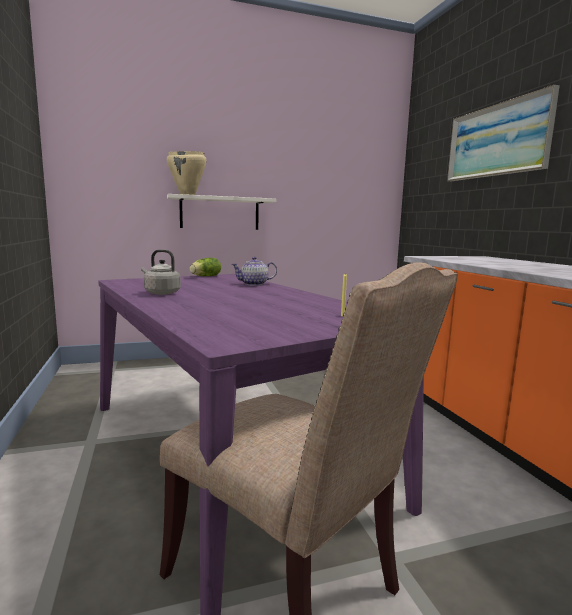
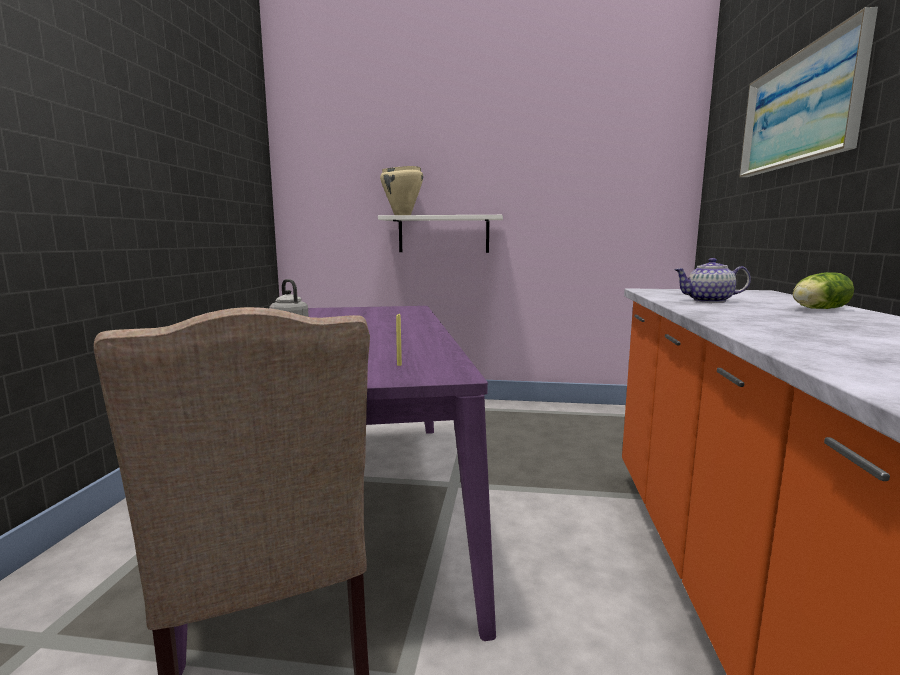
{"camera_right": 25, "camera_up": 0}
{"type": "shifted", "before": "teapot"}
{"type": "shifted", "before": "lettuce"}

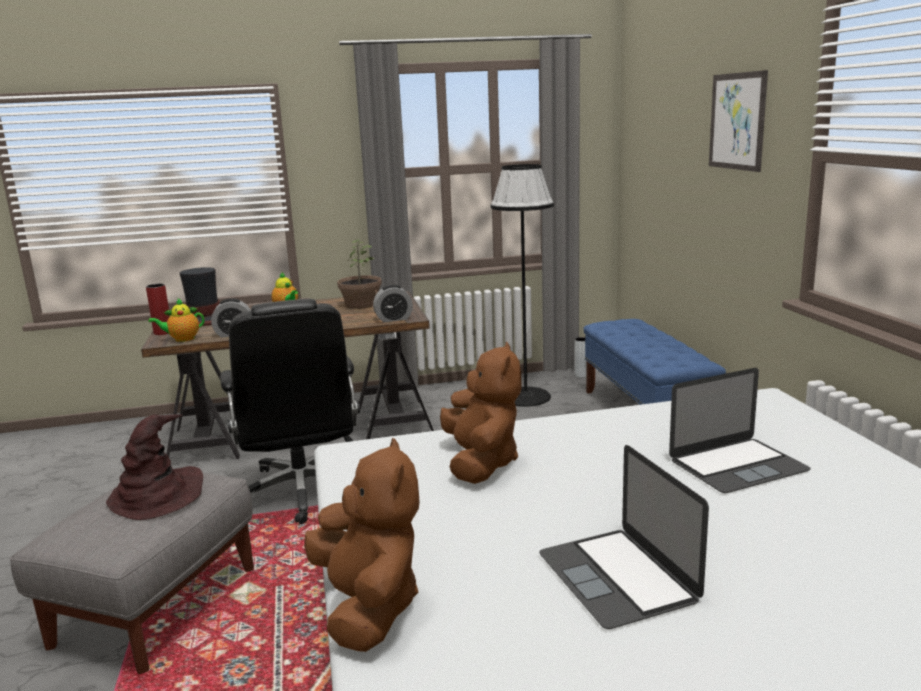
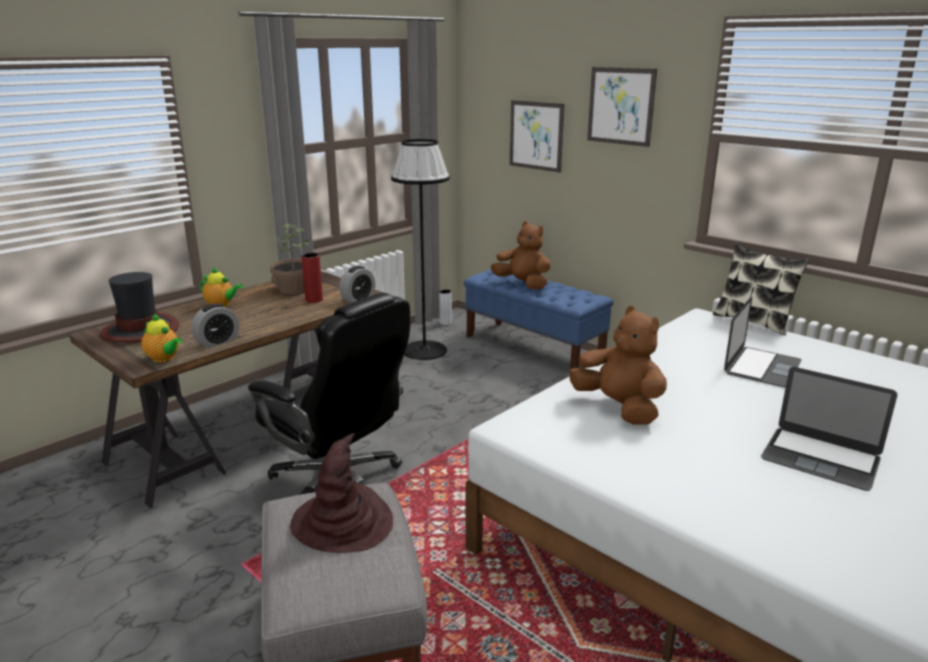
{"camera_right": -35, "camera_up": 5}
{"type": "rotated", "before": "teapot (no. 1 from left)", "turn": -90}
{"type": "shifted", "before": "vase (red)"}
{"type": "shifted", "before": "plush toy (brown) (no. 1 from left)"}
{"type": "new", "after": "picture (no. 1 from left)"}
{"type": "new", "after": "pillow"}

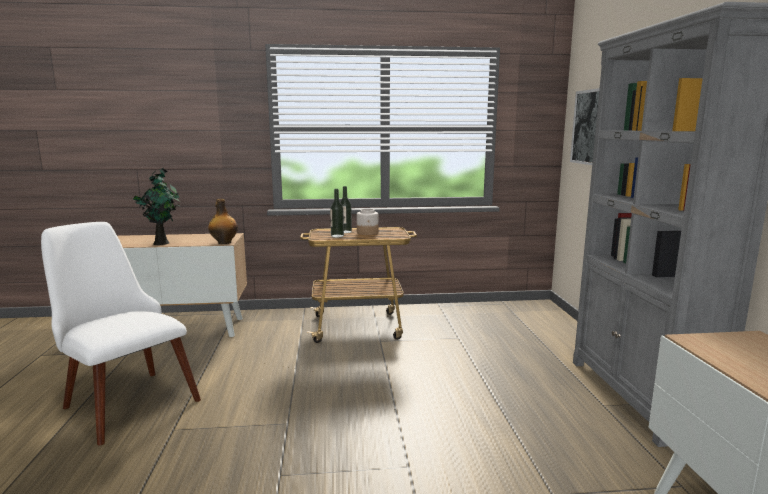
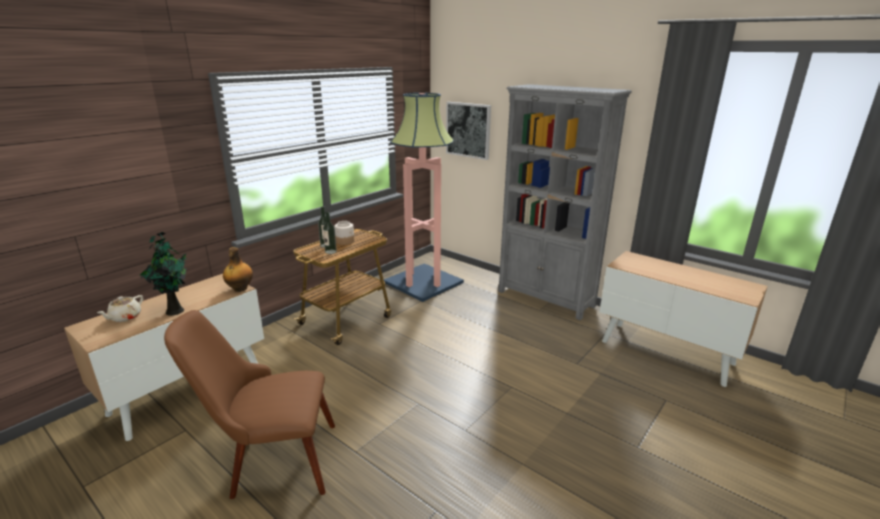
{"camera_right": -45, "camera_up": 10}
{"type": "new", "after": "teapot (beige)"}
{"type": "repainted", "before": "chair (white)", "after": "chair (brown)"}
{"type": "new", "after": "floor lamp"}

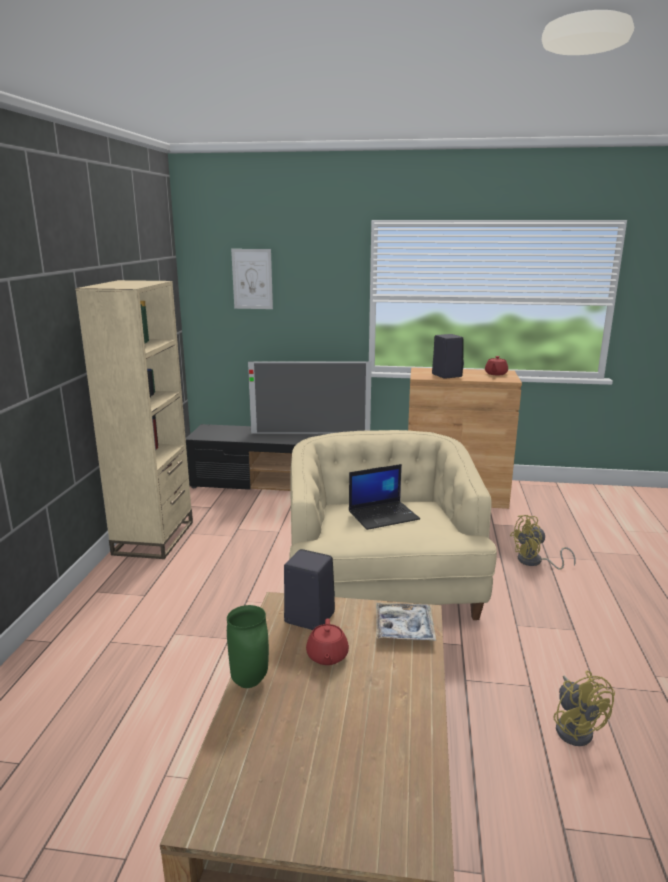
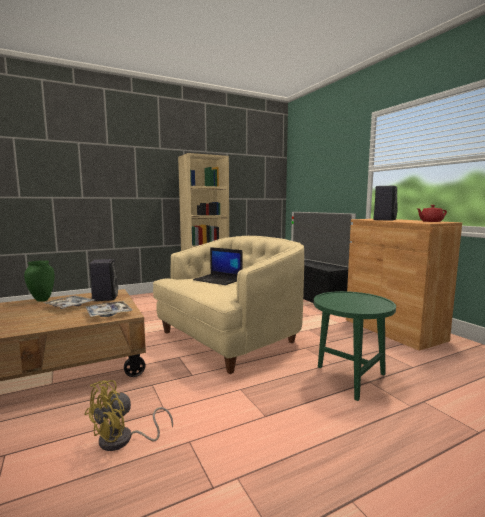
{"camera_right": 55, "camera_up": -10}
{"type": "swapped", "before": "teapot (red) (no. 1 from left)", "after": "tray (no. 1 from left)"}
{"type": "swapped", "before": "fan (yellow) (no. 1 from left)", "after": "side table (green)"}
{"type": "gone", "before": "picture"}

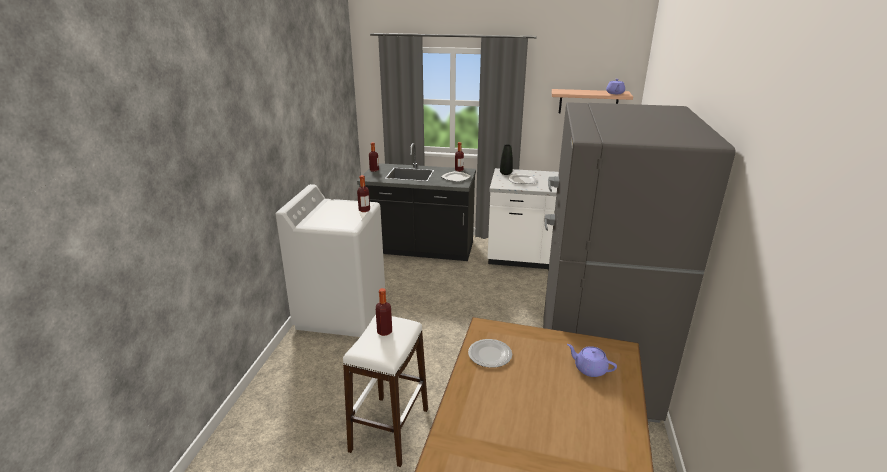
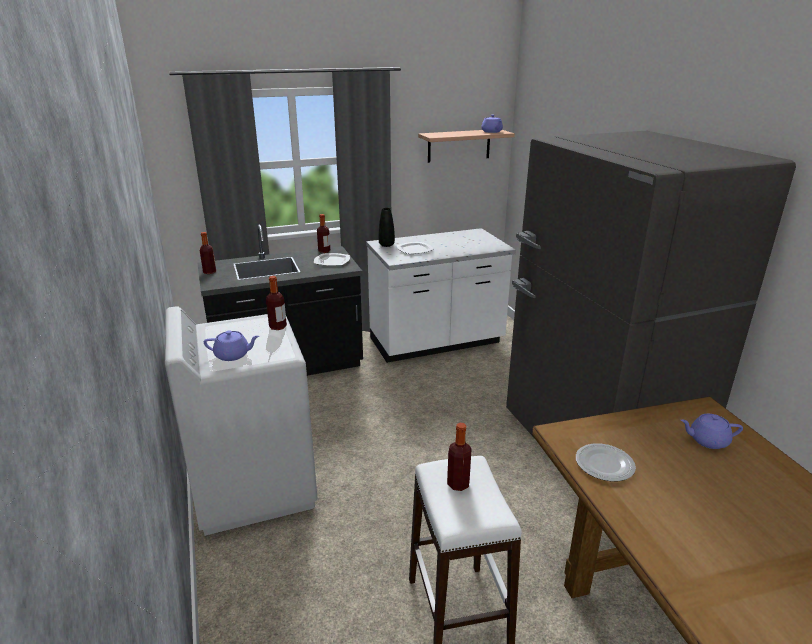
{"camera_right": -30, "camera_up": 0}
{"type": "new", "after": "teapot (purple) (no. 1 from left)"}

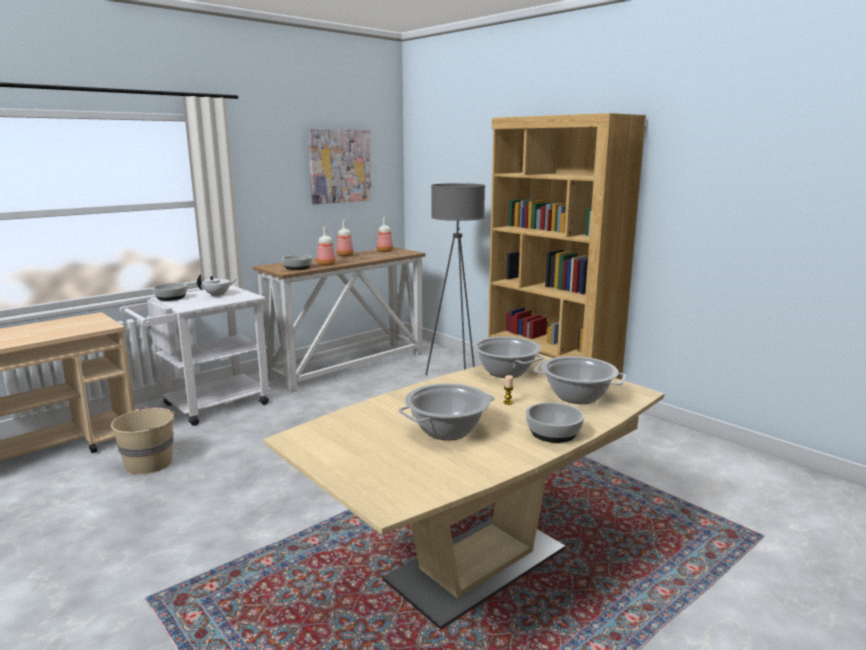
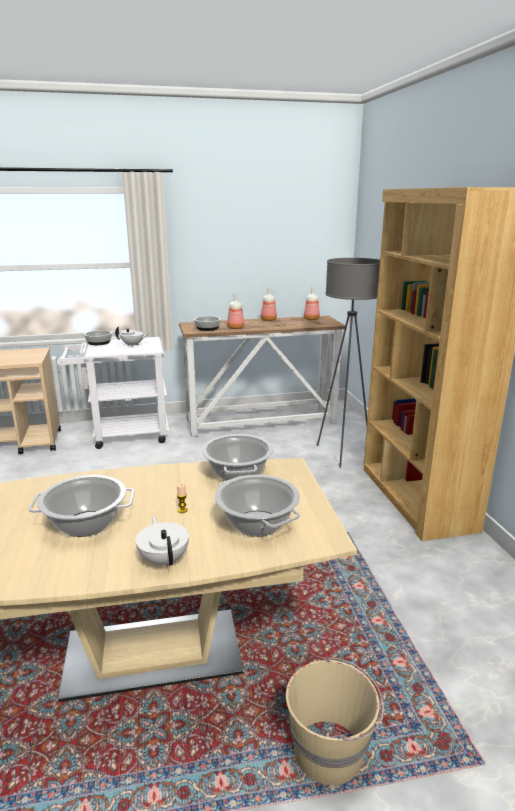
{"camera_right": 30, "camera_up": 5}
{"type": "swapped", "before": "bowl (no. 3 from left)", "after": "teapot (white) (no. 2 from left)"}
{"type": "shifted", "before": "bucket (beige)"}
{"type": "gone", "before": "picture"}

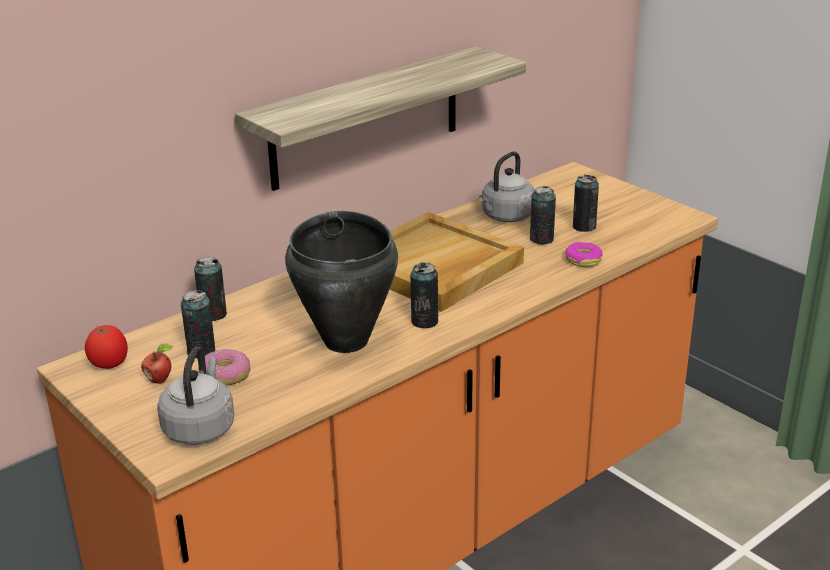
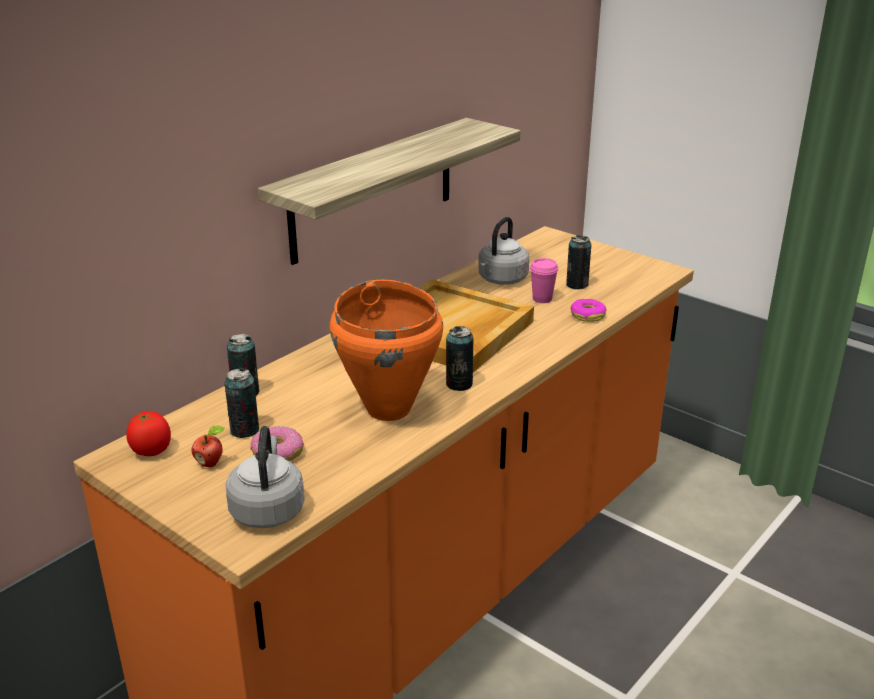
{"camera_right": -10, "camera_up": 0}
{"type": "repainted", "before": "cooking pot (black)", "after": "cooking pot (orange)"}
{"type": "swapped", "before": "can (no. 4 from left)", "after": "cup (pink)"}

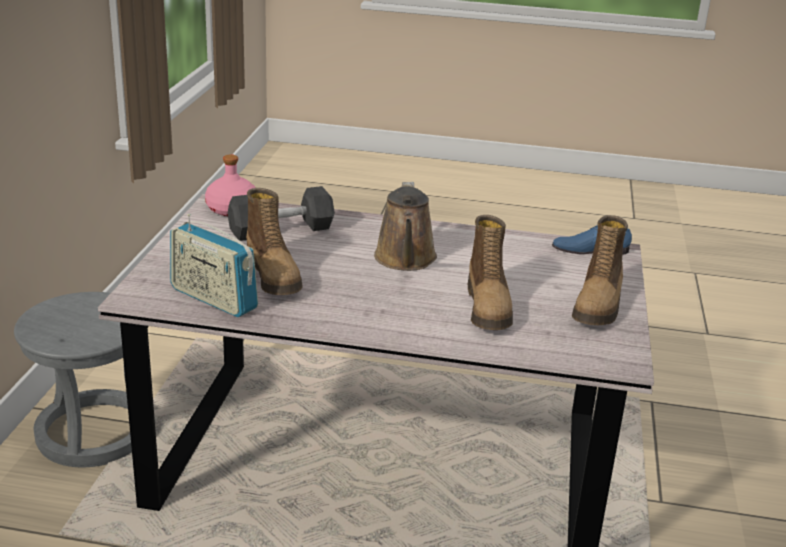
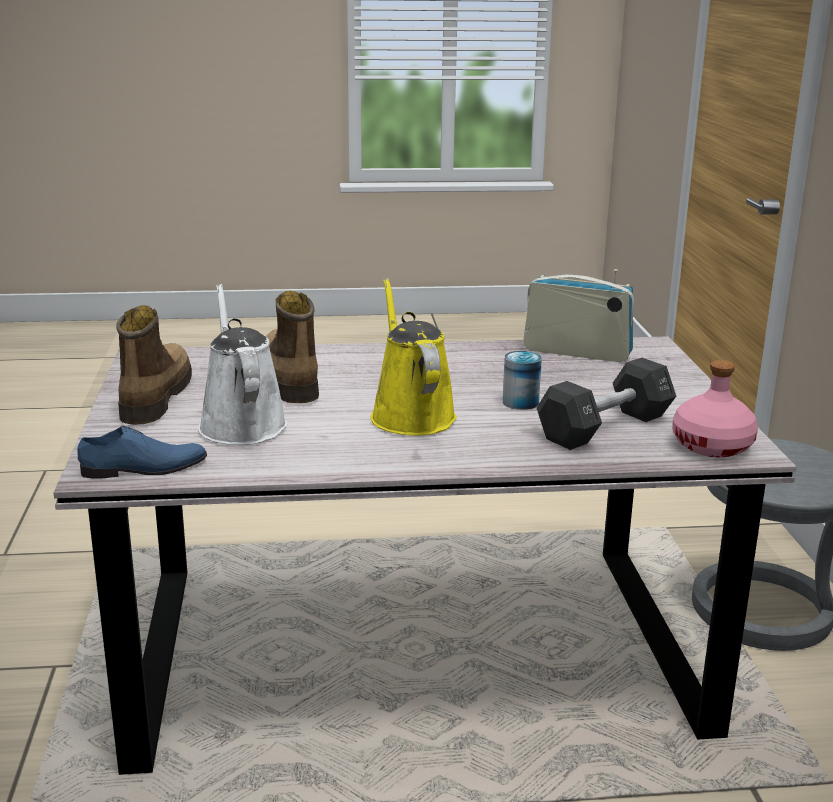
{"camera_right": 165, "camera_up": -5}
{"type": "new", "after": "watering can (white)"}
{"type": "repainted", "before": "watering can (brown)", "after": "watering can (yellow)"}
{"type": "new", "after": "can"}
{"type": "gone", "before": "boot (no. 1 from left)"}

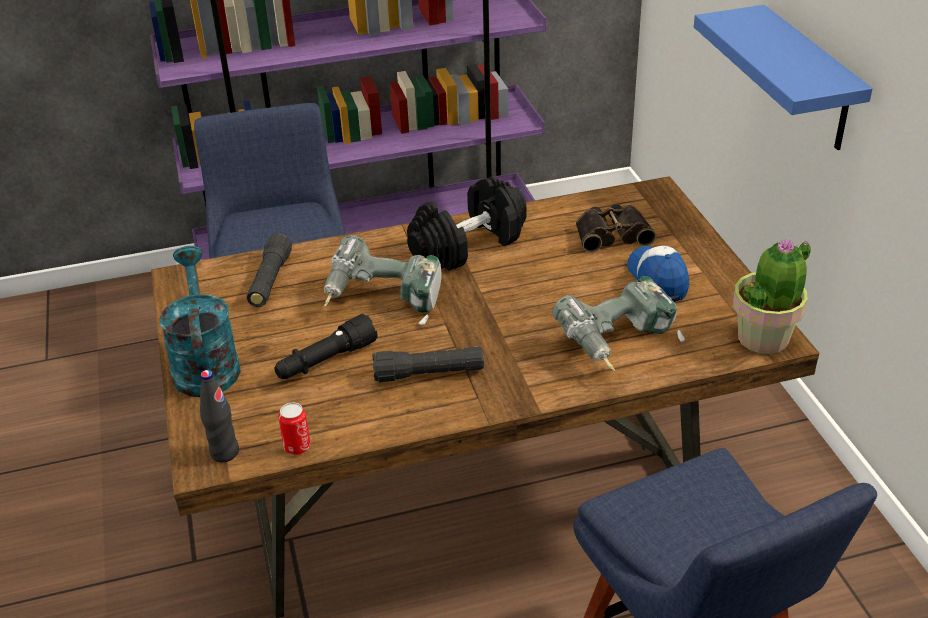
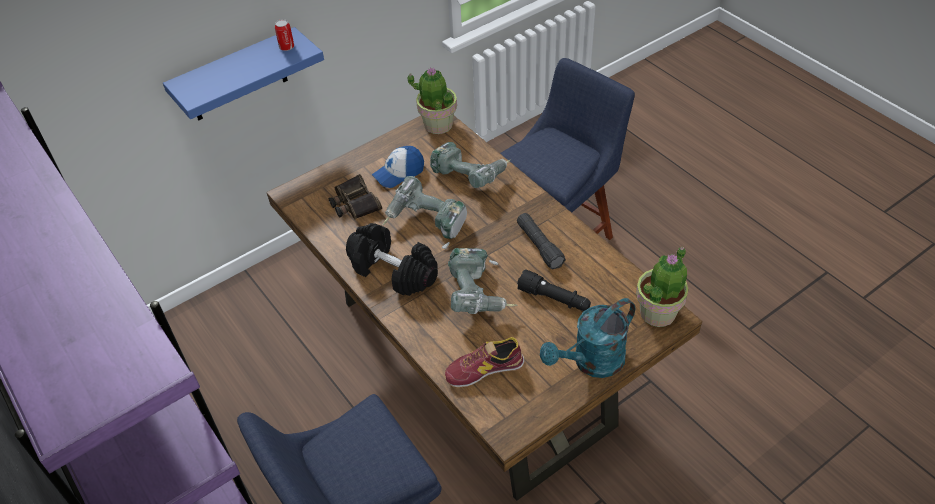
{"camera_right": -110, "camera_up": 10}
{"type": "shifted", "before": "can"}
{"type": "new", "after": "power drill (no. 1 from left)"}
{"type": "swapped", "before": "flashlight (black) (no. 1 from left)", "after": "shoe"}
{"type": "swapped", "before": "bottle (black)", "after": "potted plant (no. 2 from left)"}

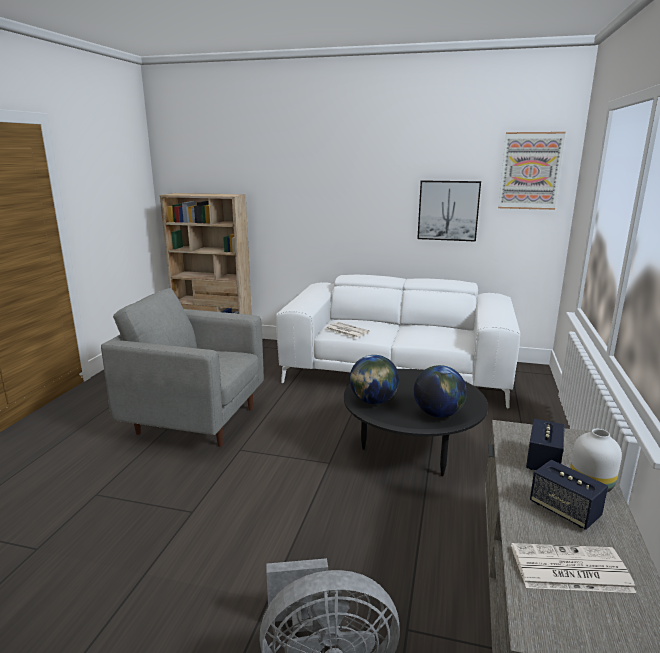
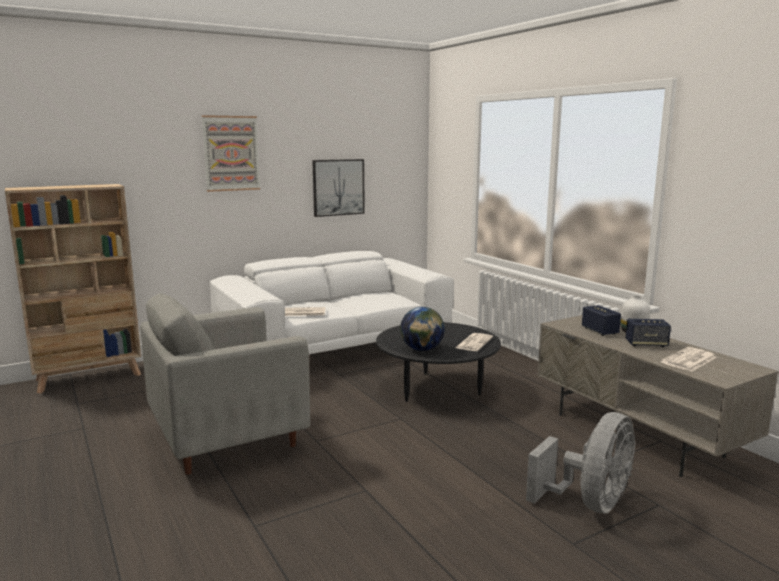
{"camera_right": -45, "camera_up": -5}
{"type": "shifted", "before": "picture (no. 2 from left in the first image)", "after": "picture (no. 1 from left)"}
{"type": "swapped", "before": "globe (no. 2 from left)", "after": "newspaper (no. 2 from left)"}

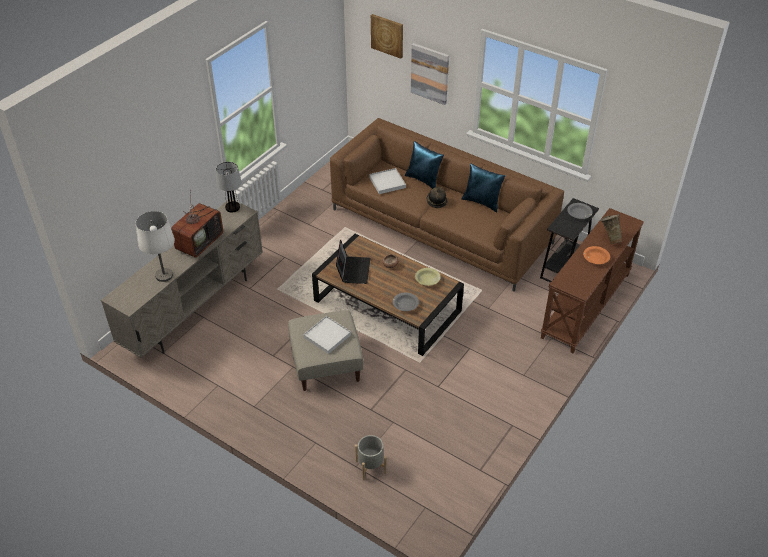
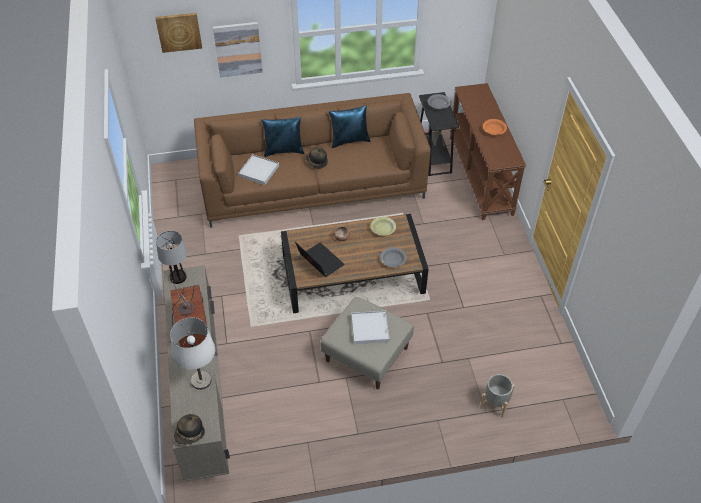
{"camera_right": -45, "camera_up": 5}
{"type": "new", "after": "hat (no. 1 from left)"}
{"type": "gone", "before": "vase (beige)"}

